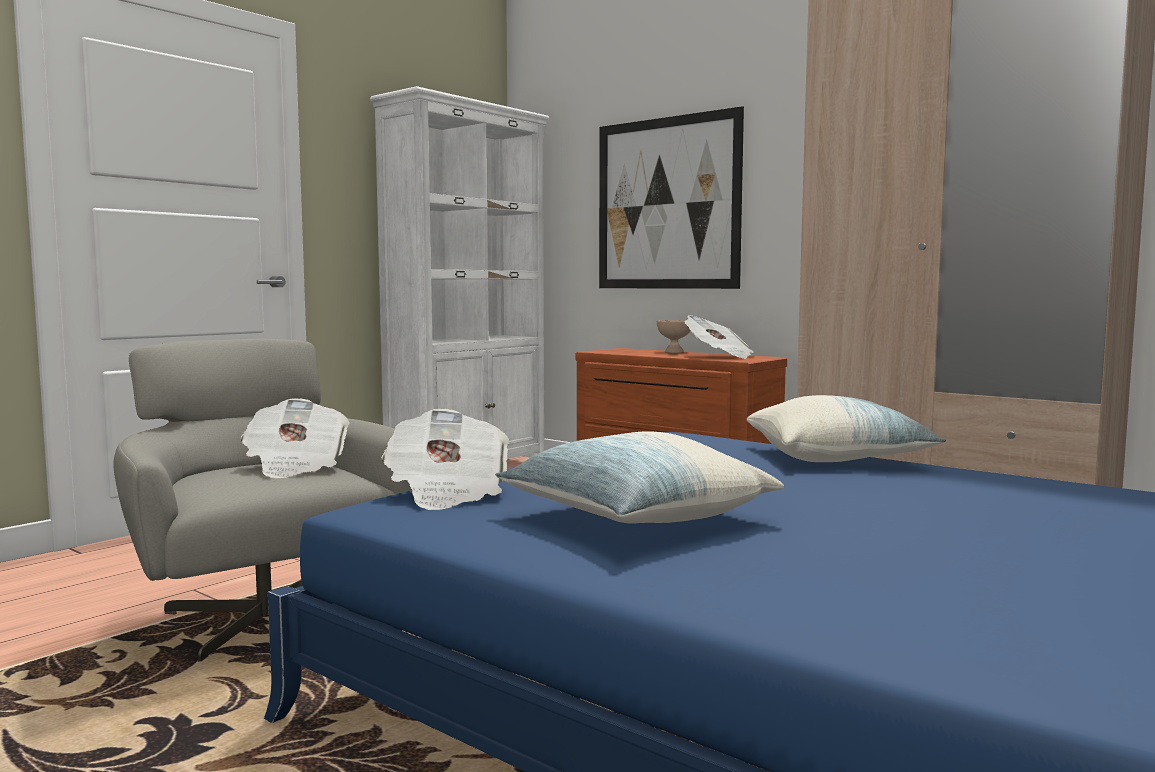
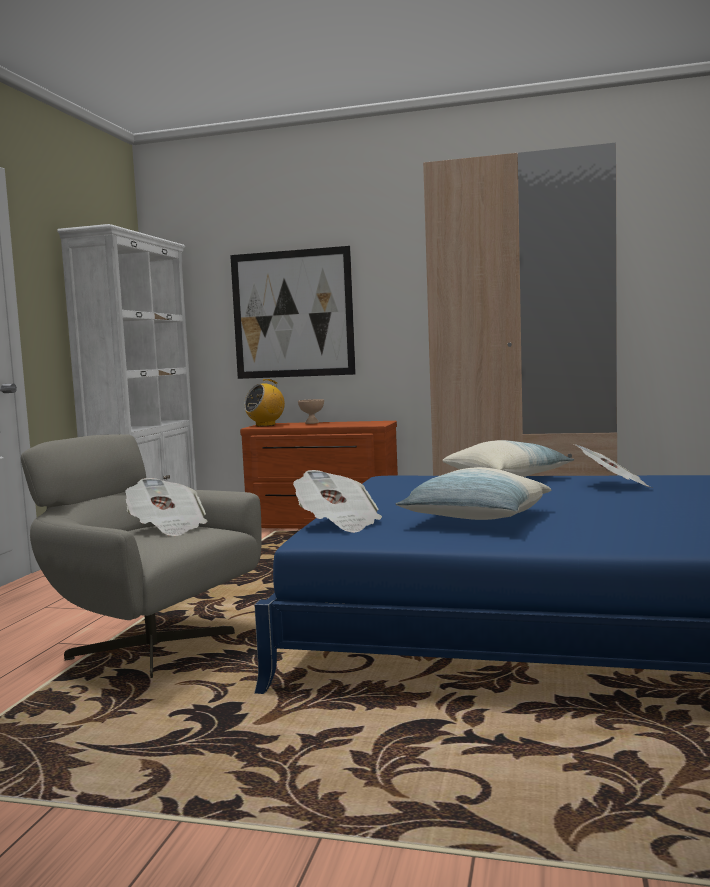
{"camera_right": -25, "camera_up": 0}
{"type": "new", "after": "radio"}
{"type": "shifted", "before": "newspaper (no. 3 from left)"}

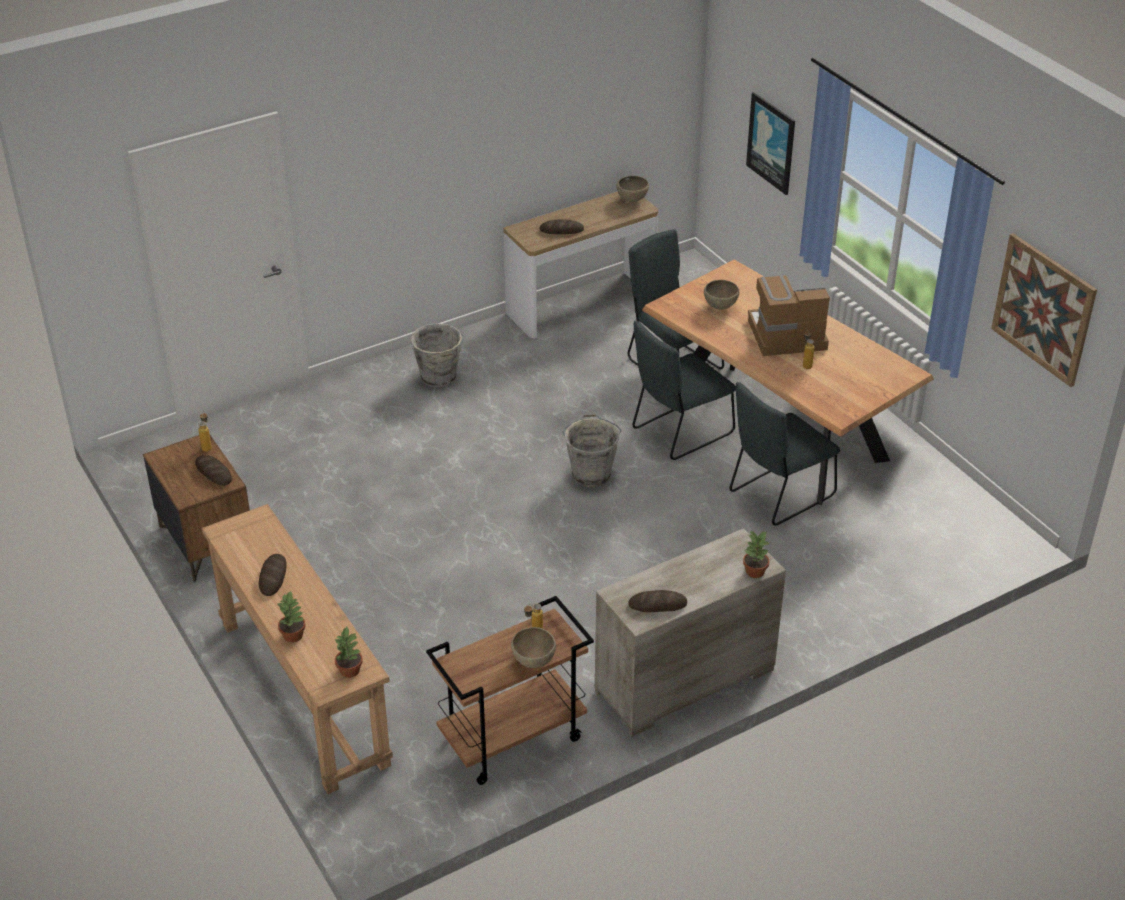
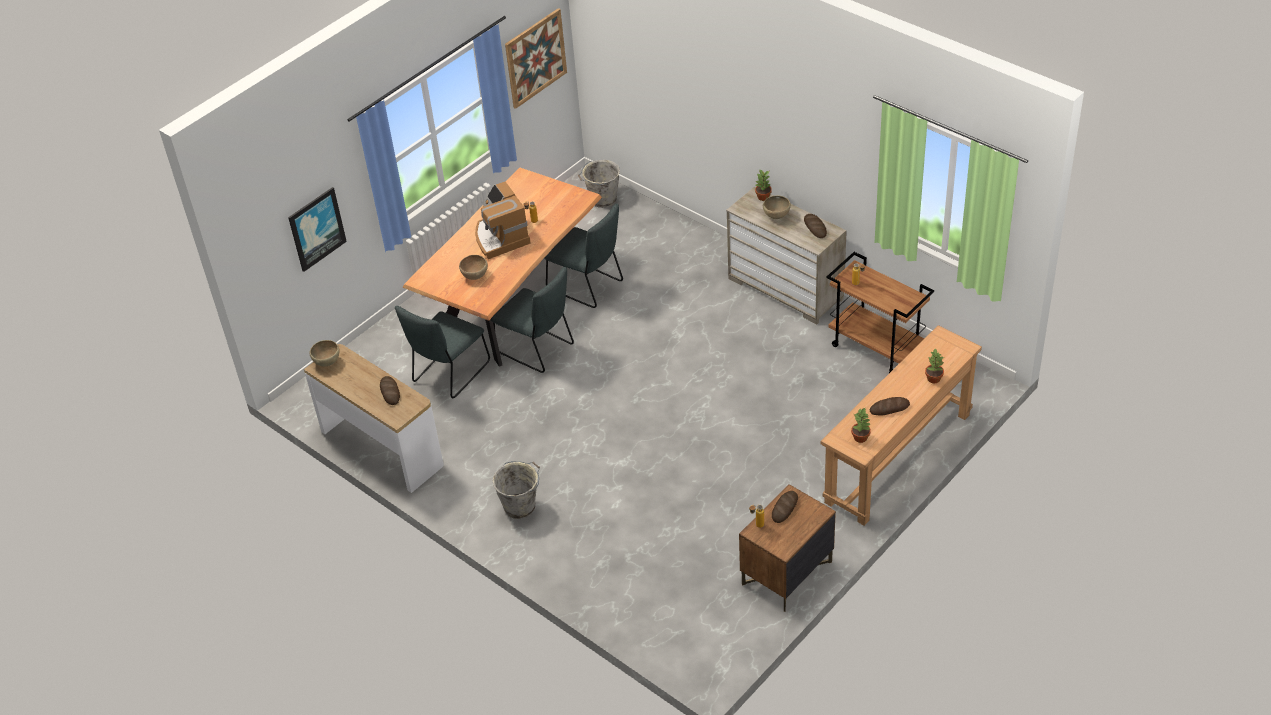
{"camera_right": -105, "camera_up": 5}
{"type": "shifted", "before": "bucket (grey) (no. 2 from left)"}
{"type": "shifted", "before": "bowl (brown) (no. 1 from left in the first image)", "after": "bowl (brown) (no. 3 from left)"}
{"type": "shifted", "before": "potted plant (no. 2 from left)"}

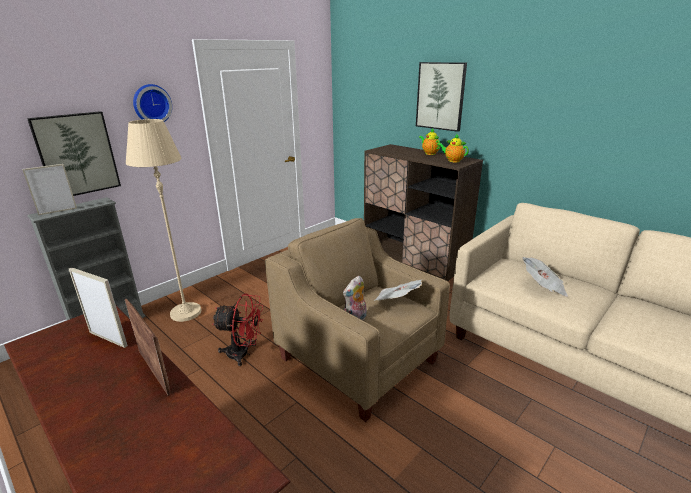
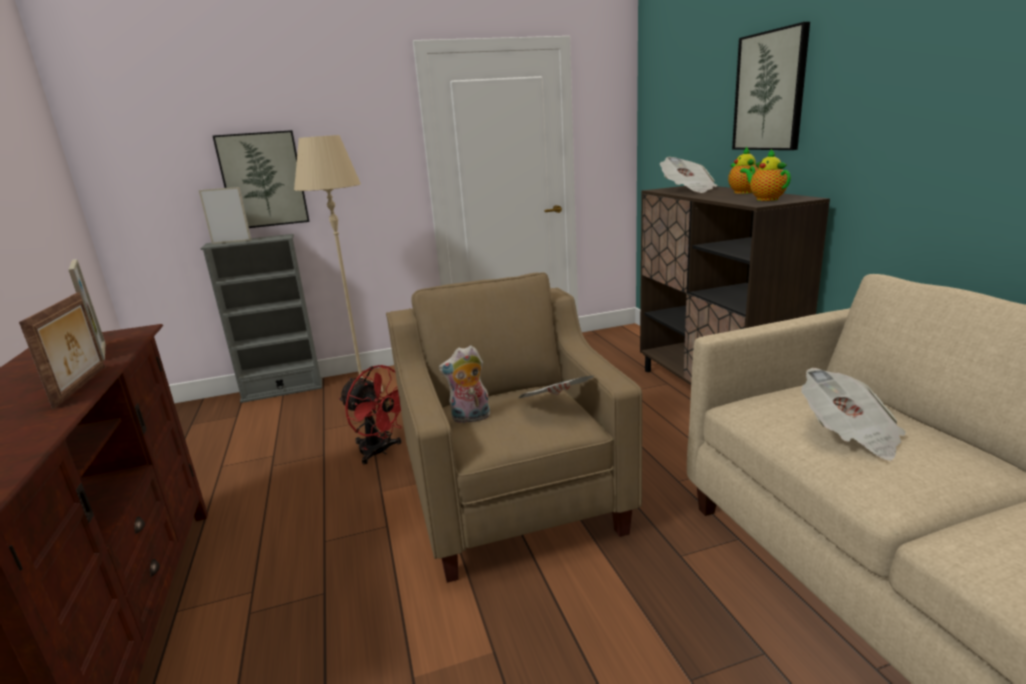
{"camera_right": 30, "camera_up": -5}
{"type": "new", "after": "newspaper (no. 2 from left)"}
{"type": "gone", "before": "wall clock"}

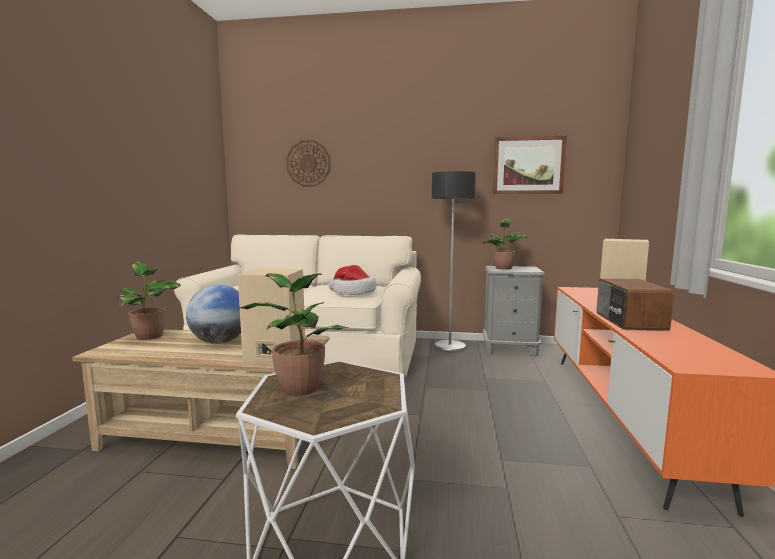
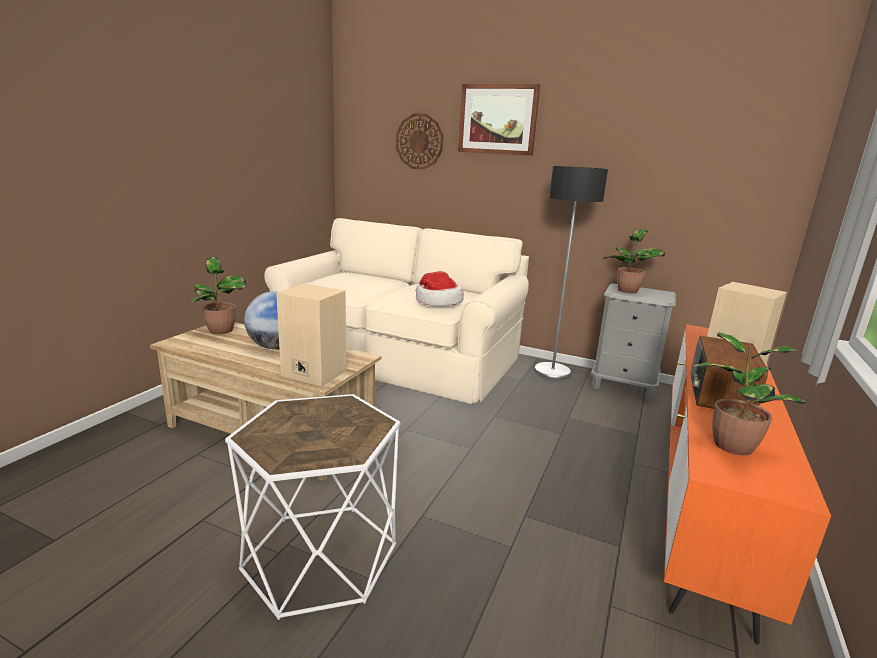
{"camera_right": 15, "camera_up": 10}
{"type": "shifted", "before": "picture"}
{"type": "shifted", "before": "potted plant (no. 2 from left in the first image)", "after": "potted plant (no. 3 from left)"}

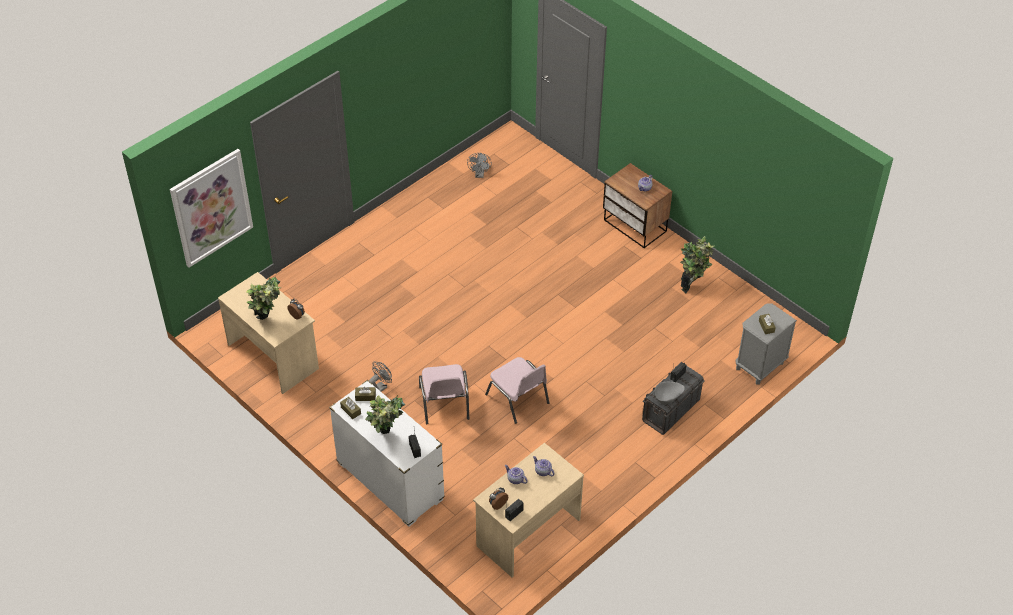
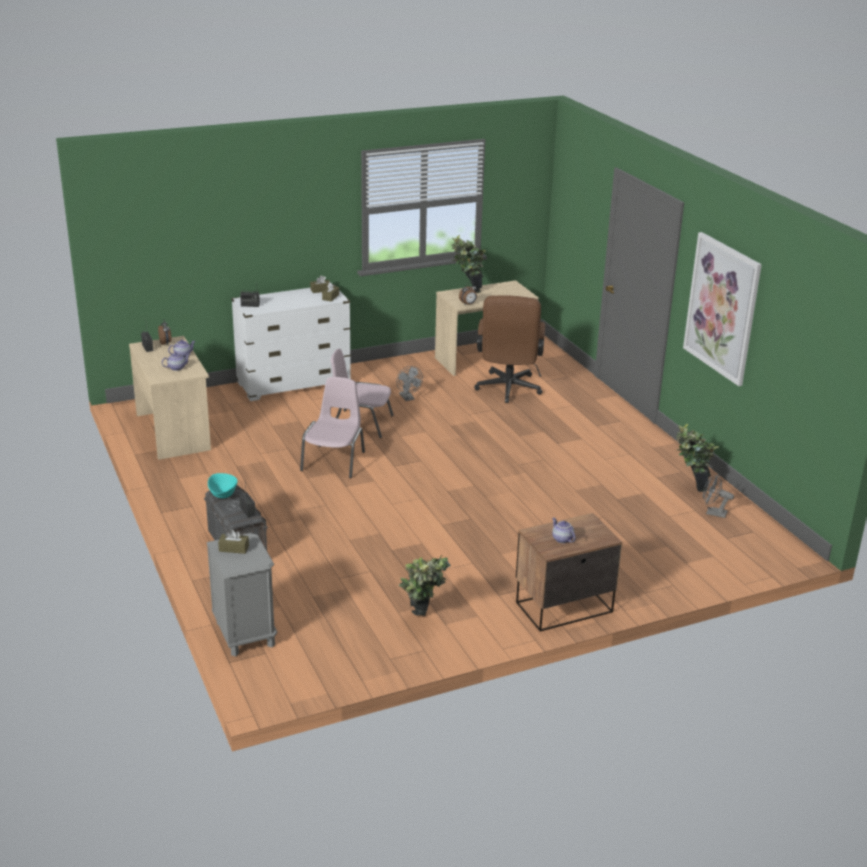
{"camera_right": 110, "camera_up": -20}
{"type": "repainted", "before": "bowl (grey)", "after": "bowl (turquoise)"}
{"type": "rotated", "before": "chair (pink) (no. 2 from left in the first image)", "turn": 120}
{"type": "new", "after": "office chair (brown)"}
{"type": "shifted", "before": "potted plant (no. 2 from left in the first image)", "after": "potted plant (no. 3 from left)"}
{"type": "shifted", "before": "picture"}

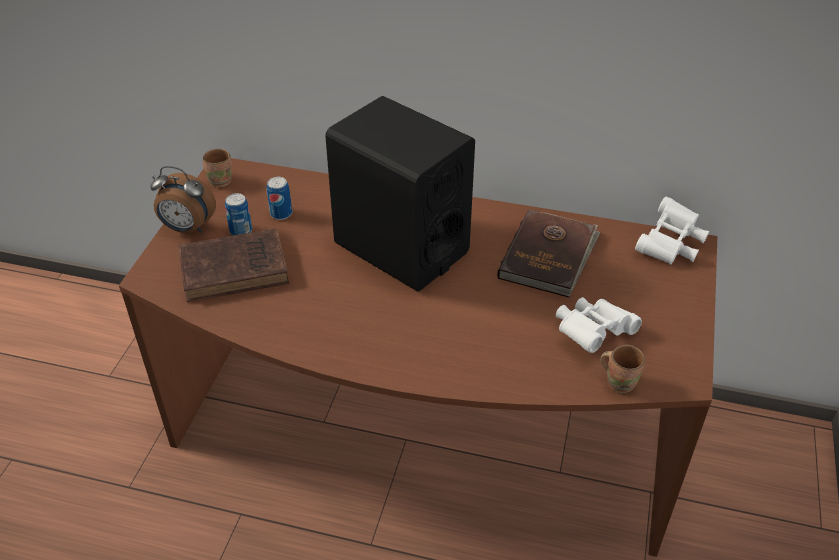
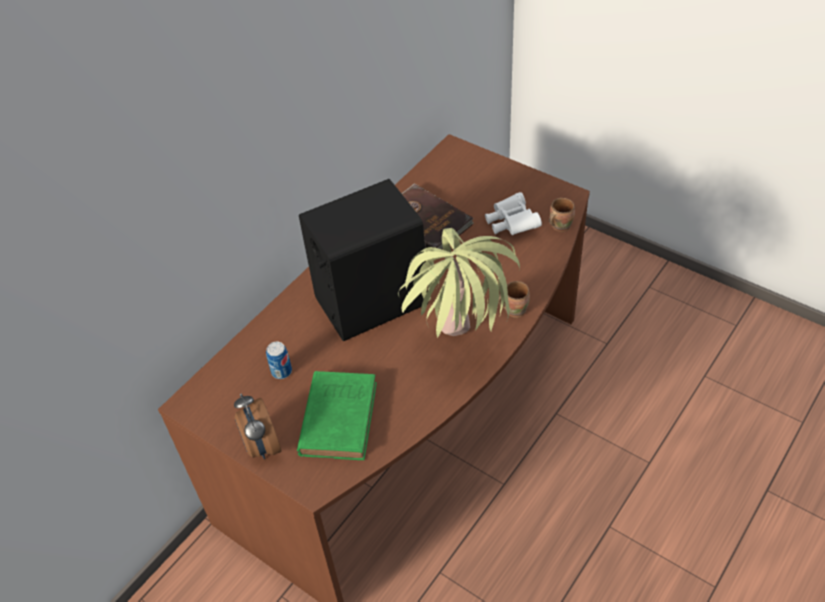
{"camera_right": -65, "camera_up": 5}
{"type": "rotated", "before": "alarm clock", "turn": 120}
{"type": "repainted", "before": "book (brown) (no. 1 from left)", "after": "book (green)"}
{"type": "new", "after": "potted plant"}
{"type": "shifted", "before": "mug (brown) (no. 1 from left)"}
{"type": "gone", "before": "can (no. 1 from left)"}
{"type": "gone", "before": "binoculars (white) (no. 2 from left)"}

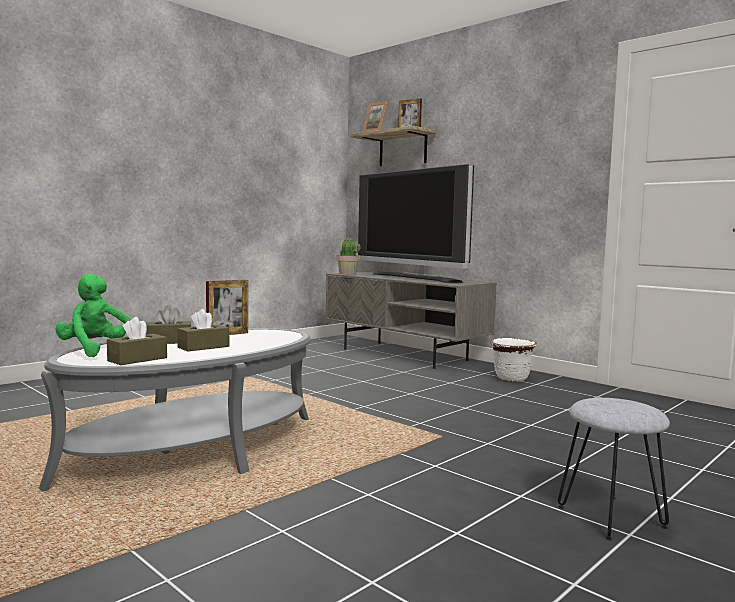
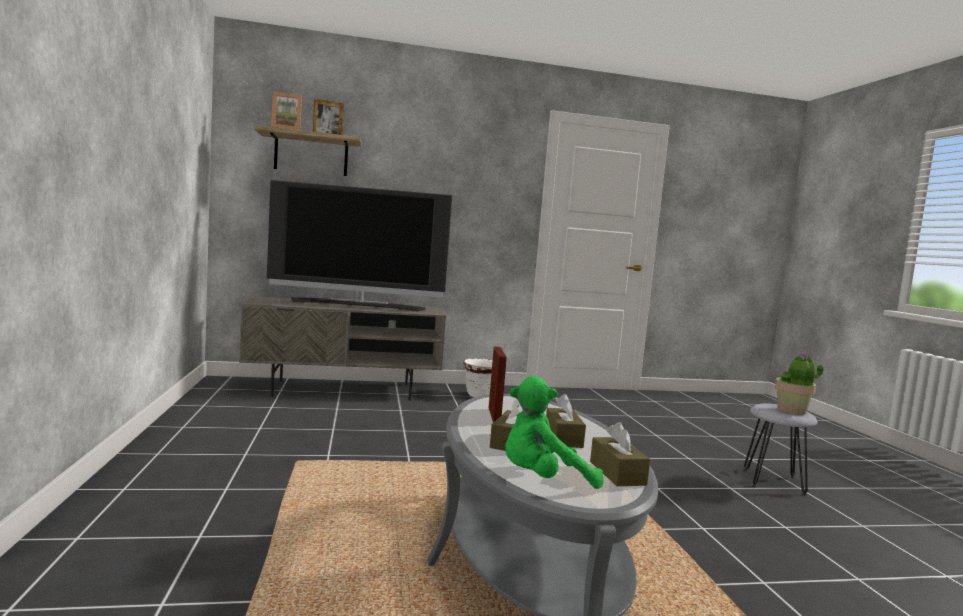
{"camera_right": -55, "camera_up": 0}
{"type": "shifted", "before": "potted plant"}

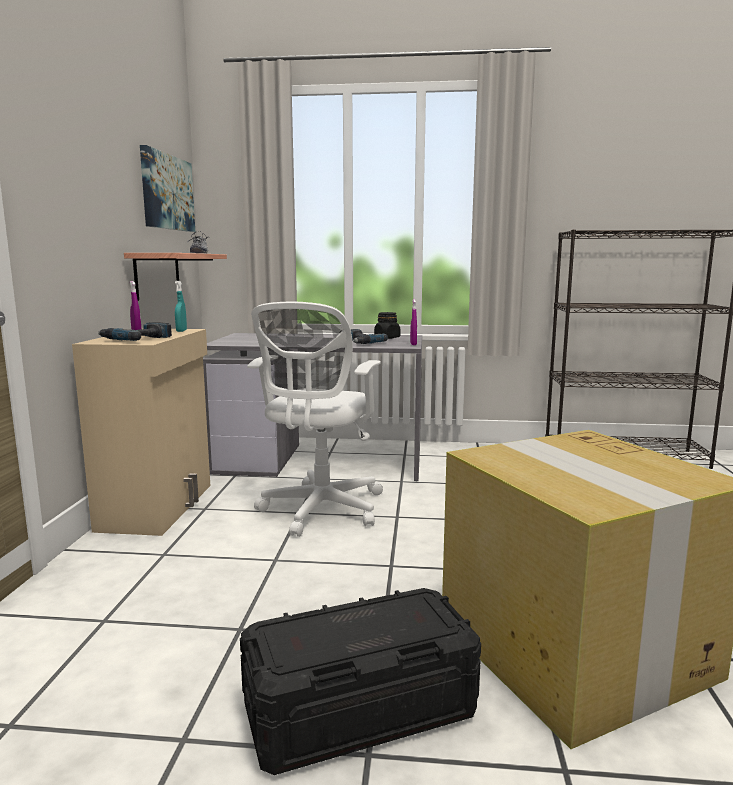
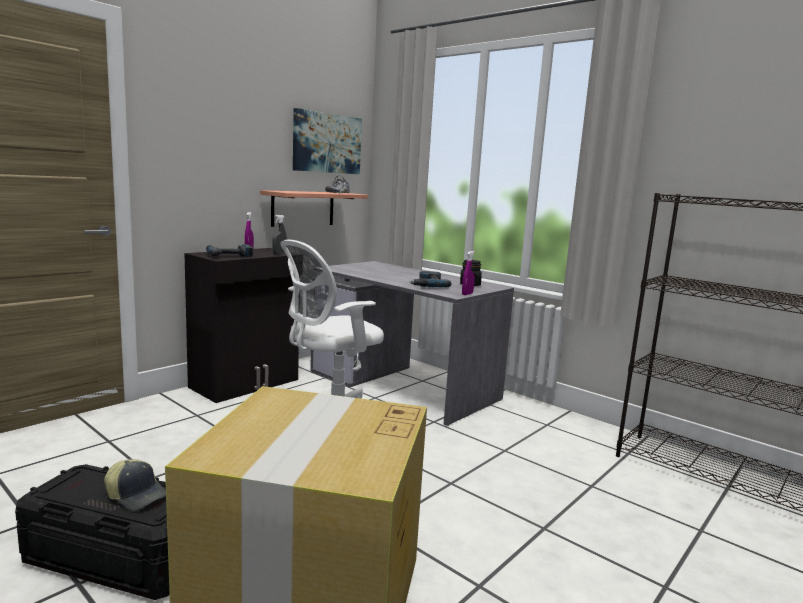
{"camera_right": 35, "camera_up": 0}
{"type": "new", "after": "cap"}
{"type": "repainted", "before": "cabinet (beige)", "after": "cabinet (black)"}
{"type": "repainted", "before": "spray bottle (turquoise)", "after": "spray bottle (grey)"}

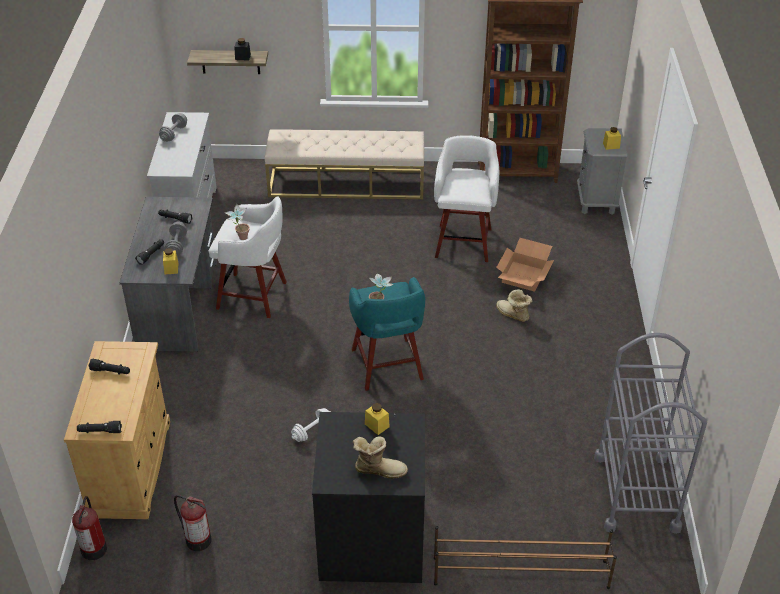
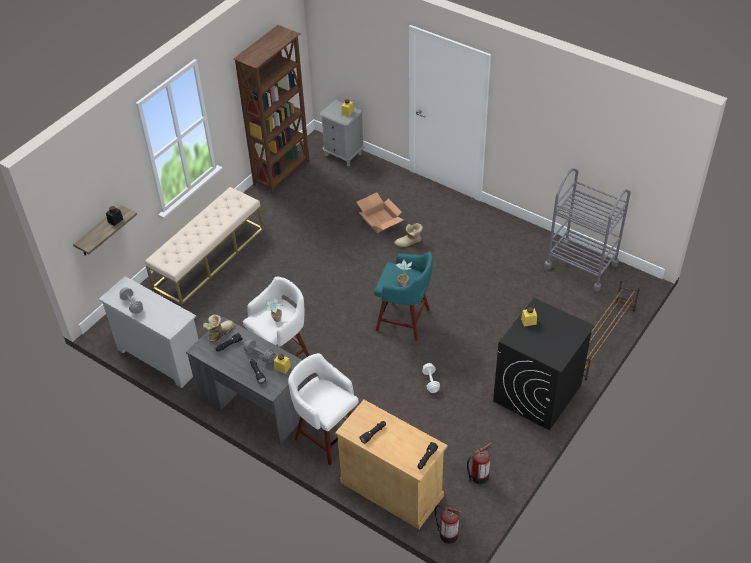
{"camera_right": -55, "camera_up": 5}
{"type": "shifted", "before": "boot (no. 1 from left)"}
{"type": "shifted", "before": "stool (white) (no. 2 from left)"}

